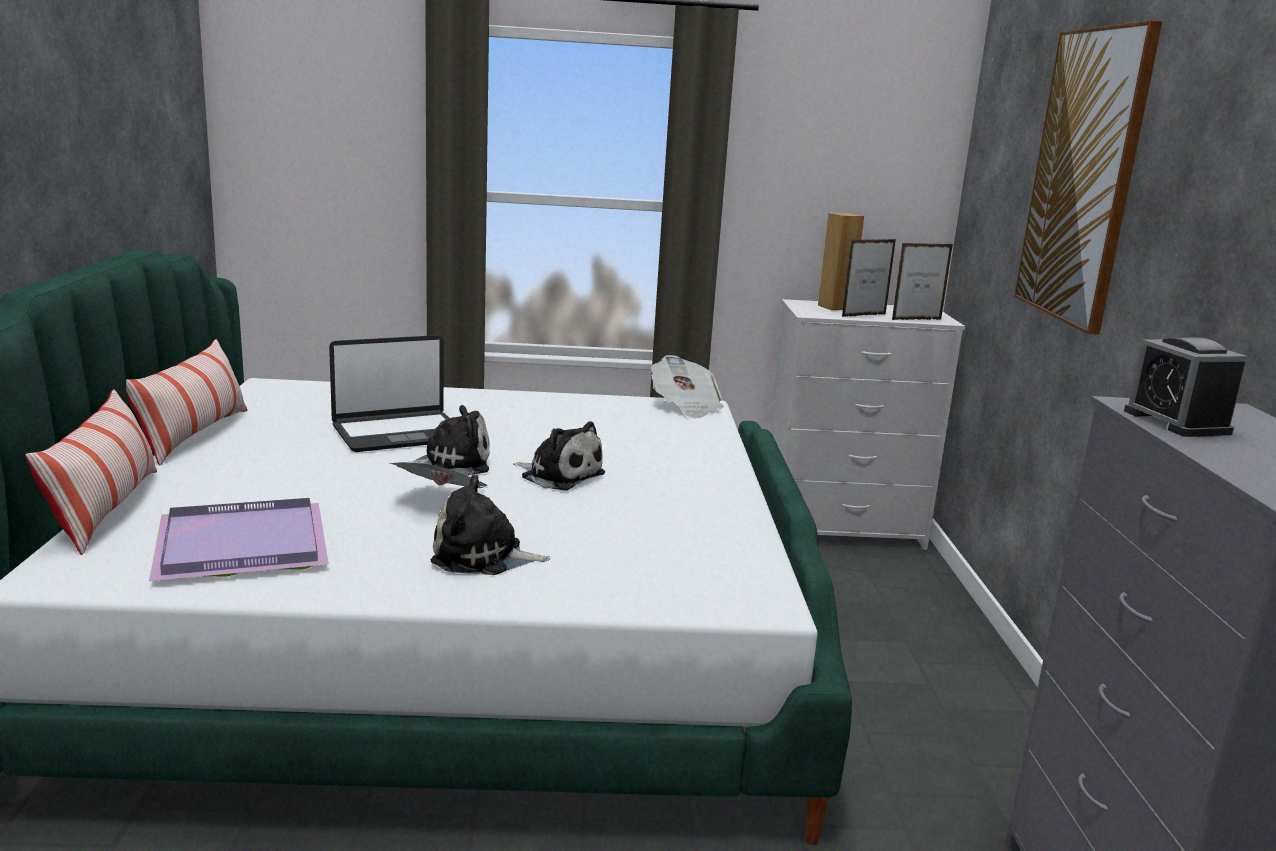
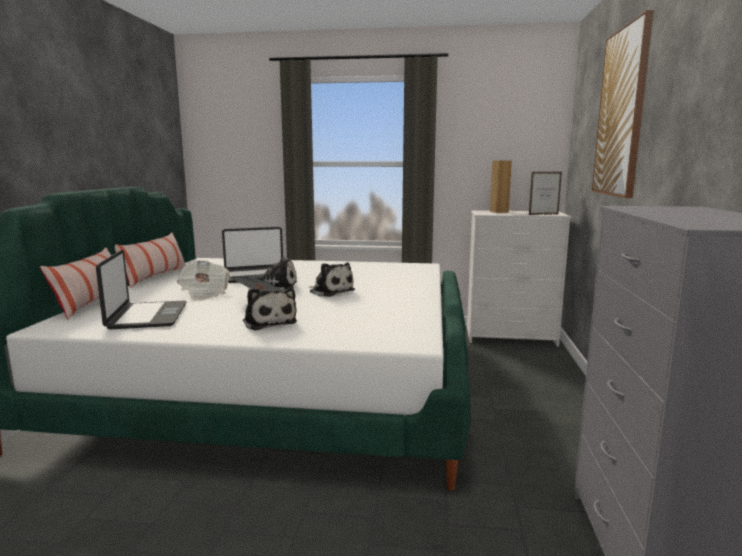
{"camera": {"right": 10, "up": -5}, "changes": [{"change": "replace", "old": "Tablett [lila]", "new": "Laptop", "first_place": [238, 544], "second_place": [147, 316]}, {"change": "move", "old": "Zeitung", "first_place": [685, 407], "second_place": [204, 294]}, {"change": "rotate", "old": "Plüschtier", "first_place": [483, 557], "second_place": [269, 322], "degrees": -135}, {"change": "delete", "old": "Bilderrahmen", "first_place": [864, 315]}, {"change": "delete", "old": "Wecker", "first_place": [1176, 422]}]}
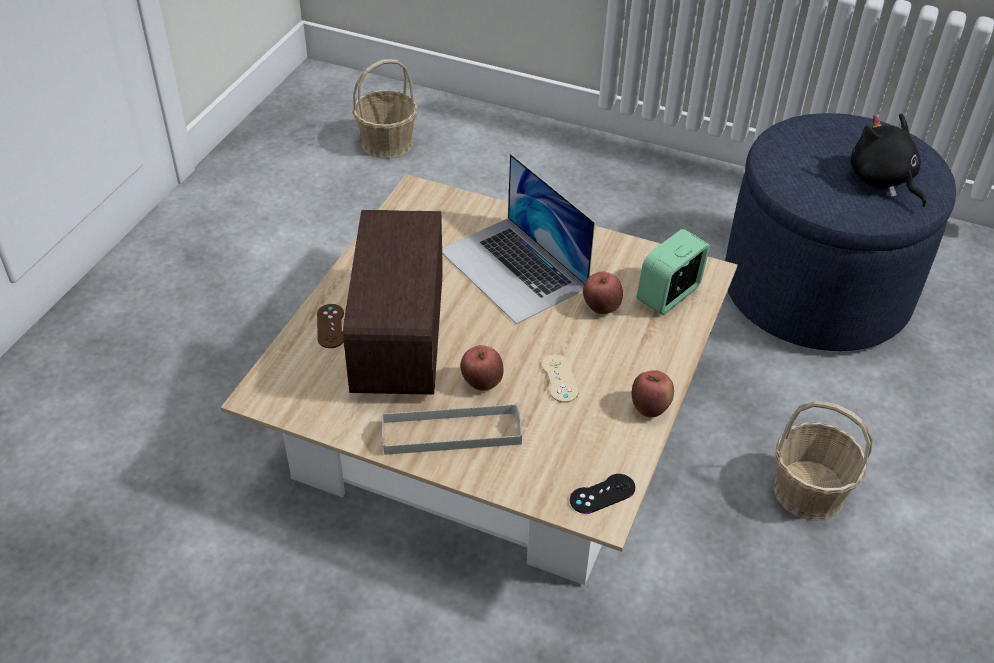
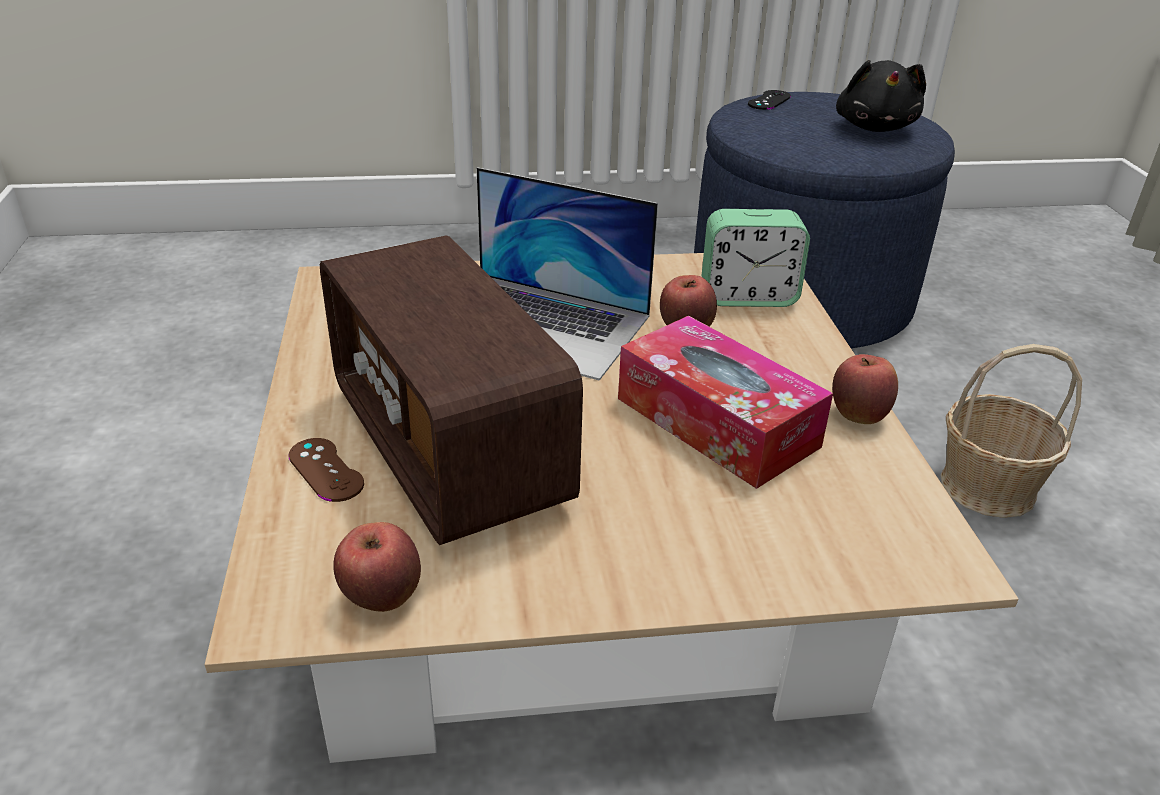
{"camera": {"right": -30, "up": -10}, "changes": [{"change": "move", "old": "Apfel", "first_place": [481, 383], "second_place": [382, 598]}, {"change": "replace", "old": "Gamepad [beige]", "new": "Taschentuchbox", "first_place": [559, 378], "second_place": [716, 422]}, {"change": "rotate", "old": "Wecker", "first_place": [669, 295], "second_place": [748, 297], "degrees": -105}, {"change": "move", "old": "Gamepad [schwarz]", "first_place": [602, 494], "second_place": [769, 100]}, {"change": "rotate", "old": "Plüschtier [schwarz]", "first_place": [882, 181], "second_place": [875, 127], "degrees": -120}, {"change": "delete", "old": "Korb", "first_place": [388, 143]}, {"change": "delete", "old": "Tablett [grau]", "first_place": [451, 433]}]}
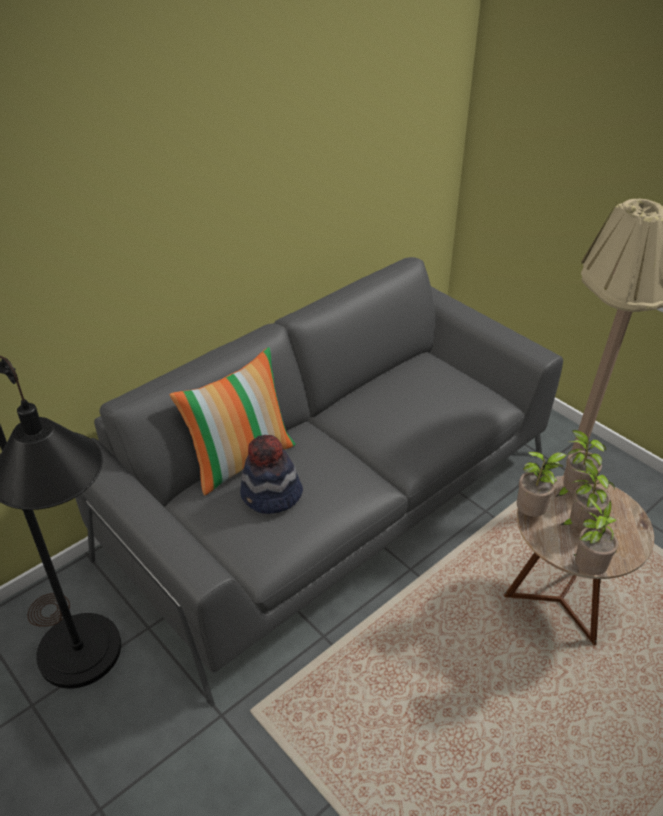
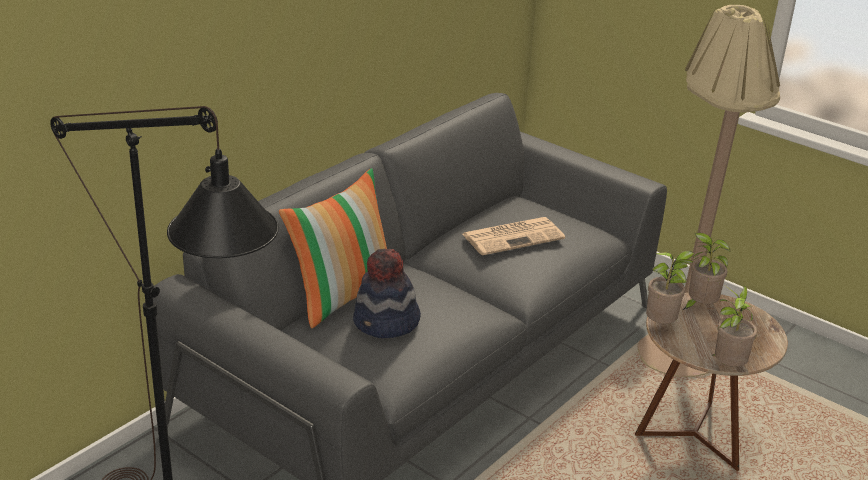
{"camera": {"right": -10, "up": -10}, "changes": [{"change": "insert", "new": "Zeitung", "second_place": [514, 236]}, {"change": "delete", "old": "Topfpflanze", "first_place": [580, 527]}]}
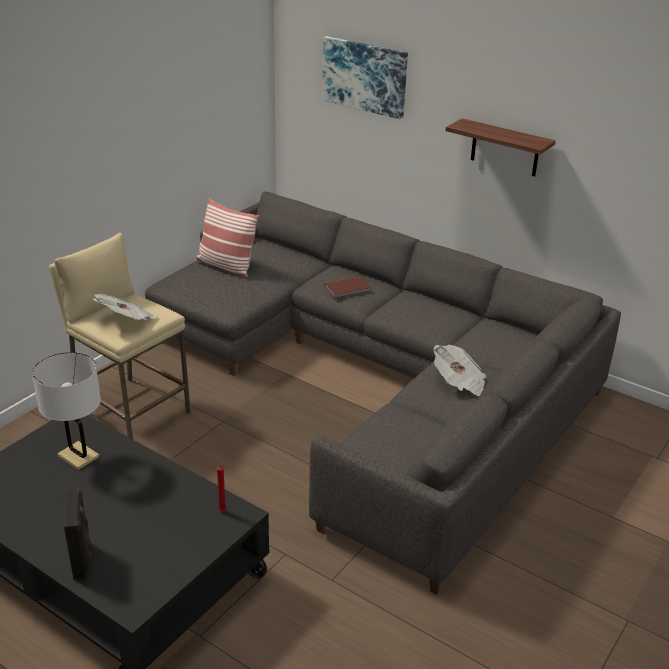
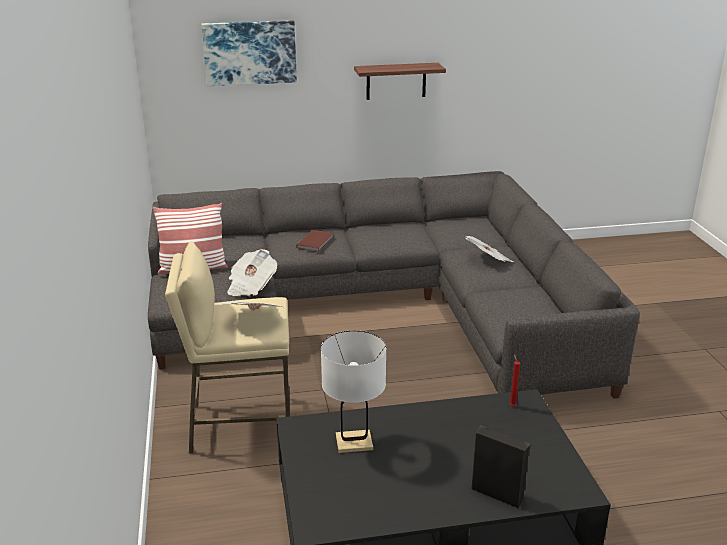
{"camera": {"right": -45, "up": -5}, "changes": [{"change": "insert", "new": "Zeitung", "second_place": [251, 286]}]}
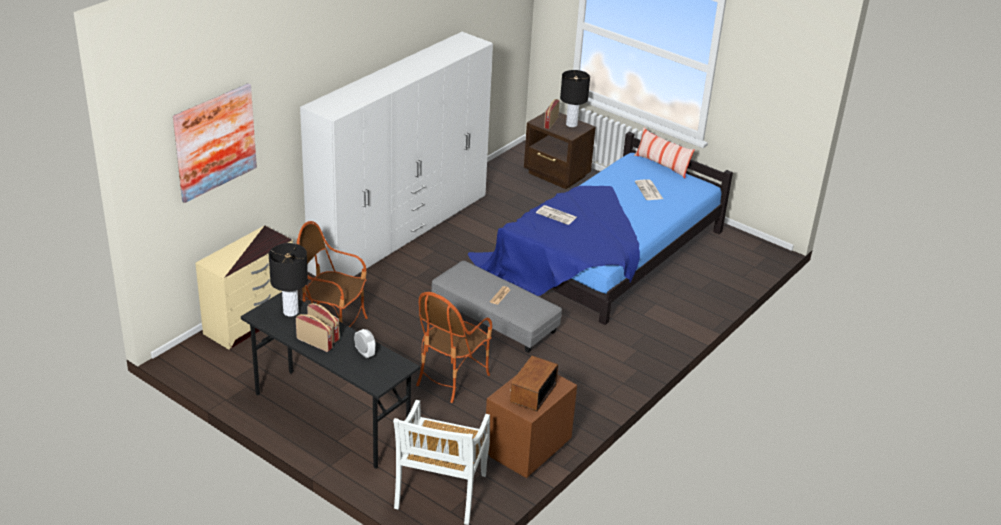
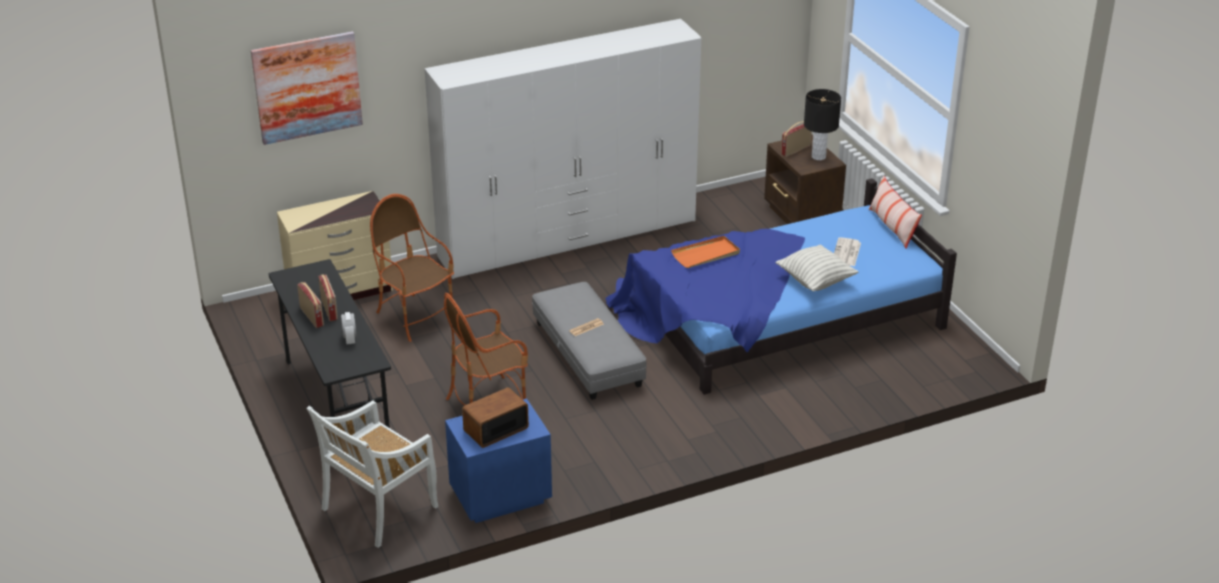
{"camera": {"right": 30, "up": 0}, "changes": [{"change": "recolor", "old": "Nachttisch [braun]", "new": "Nachttisch [blau]", "first_place": [525, 451], "second_place": [498, 496]}, {"change": "replace", "old": "Zeitung", "new": "Tablett [orange]", "first_place": [557, 215], "second_place": [706, 254]}, {"change": "insert", "new": "Kissen", "second_place": [815, 281]}, {"change": "delete", "old": "Tischlampe [schwarz]", "first_place": [291, 312]}]}
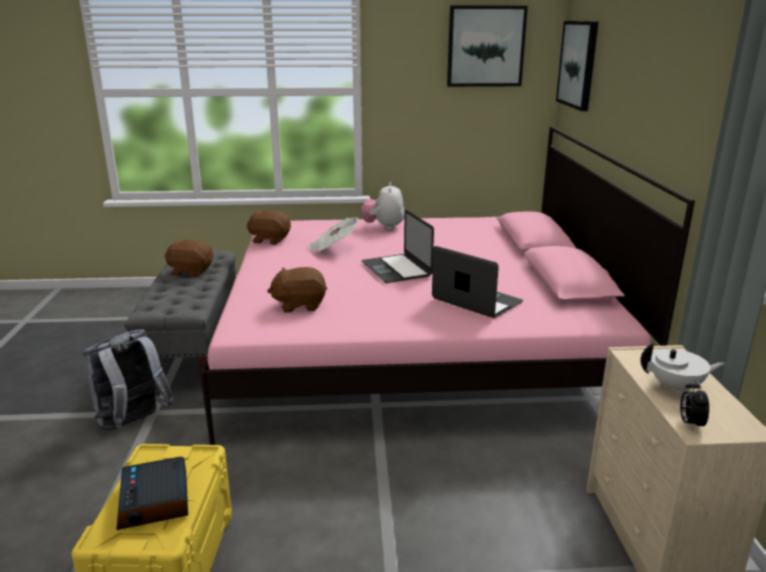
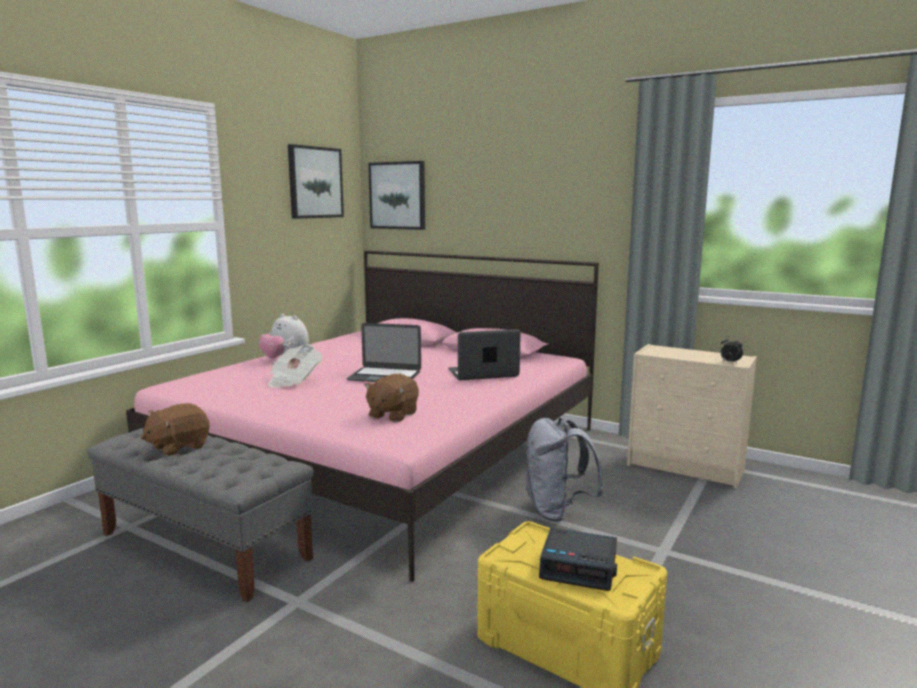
{"camera": {"right": -55, "up": -10}, "changes": [{"change": "move", "old": "Rucksack [grau]", "first_place": [133, 423], "second_place": [557, 511]}, {"change": "delete", "old": "Plüschtier [braun]", "first_place": [270, 240]}, {"change": "delete", "old": "Teekanne [weiß]", "first_place": [676, 387]}]}
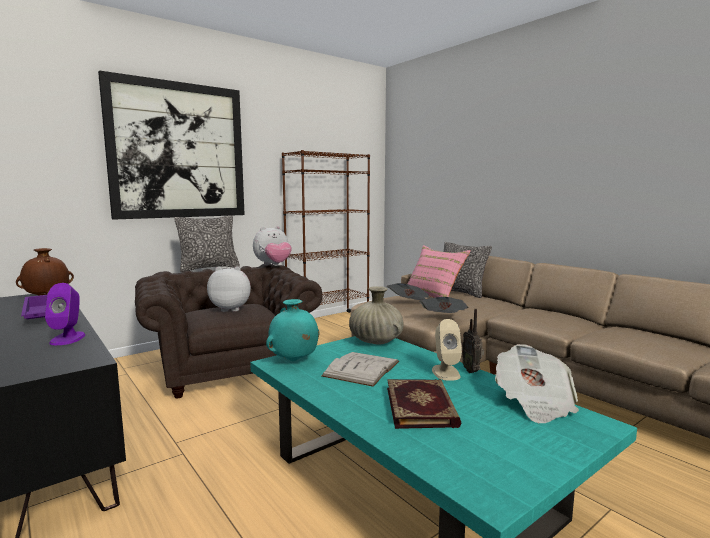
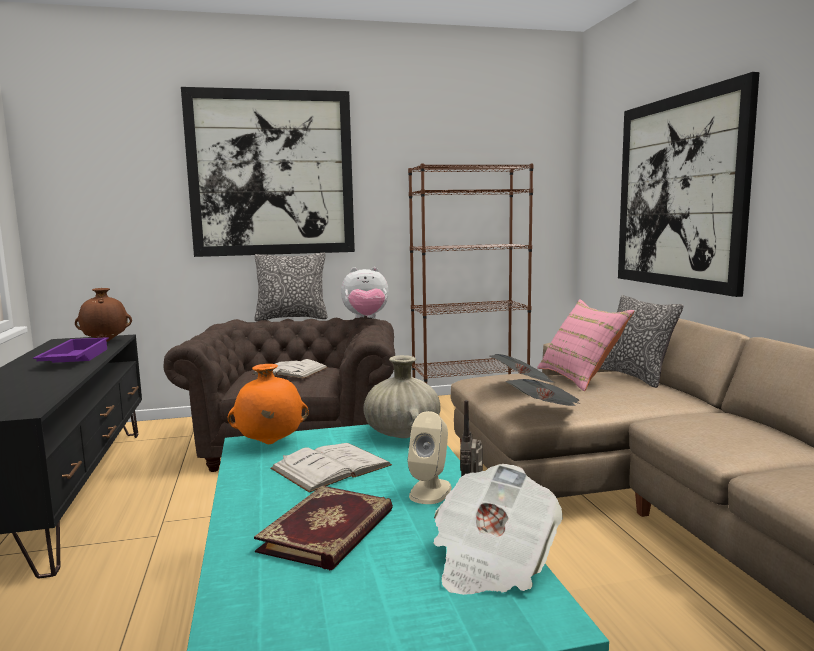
{"camera": {"right": 25, "up": 0}, "changes": [{"change": "recolor", "old": "Vase [türkis]", "new": "Vase [orange]", "first_place": [293, 361], "second_place": [269, 444]}, {"change": "replace", "old": "Plüschtier", "new": "Buch [weiß]", "first_place": [231, 309], "second_place": [290, 371]}, {"change": "insert", "new": "Bild", "second_place": [679, 192]}, {"change": "delete", "old": "Lautsprecher [lila]", "first_place": [68, 338]}]}
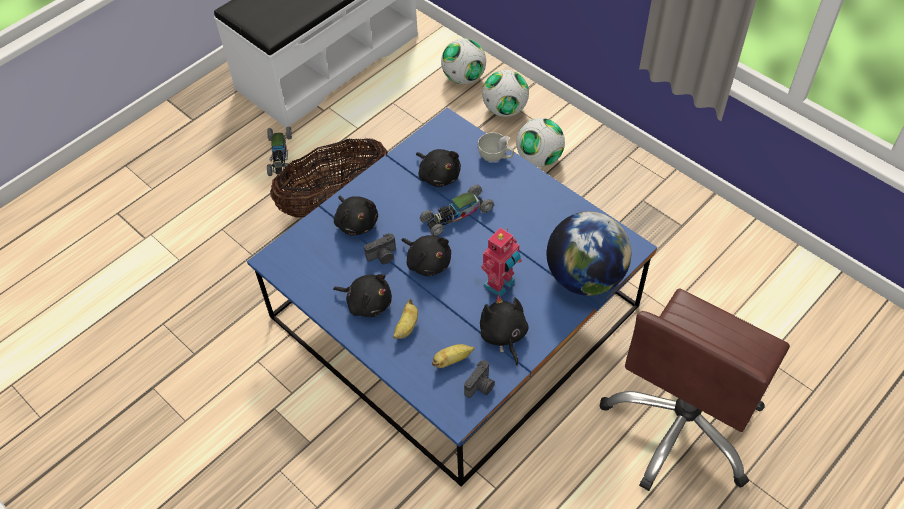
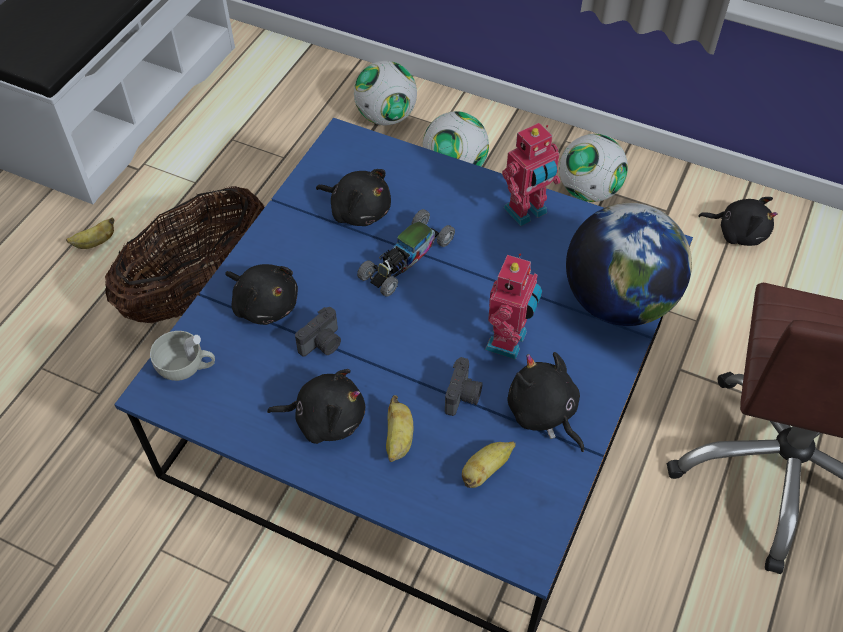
{"camera": {"right": -20, "up": 0}, "changes": [{"change": "replace", "old": "Spielzeugauto", "new": "Banane", "first_place": [280, 155], "second_place": [95, 243]}, {"change": "move", "old": "Tasse [weiß]", "first_place": [495, 156], "second_place": [187, 367]}, {"change": "move", "old": "Kamera", "first_place": [481, 386], "second_place": [463, 396]}, {"change": "insert", "new": "Spielzeugroboter", "second_place": [527, 212]}, {"change": "move", "old": "Fußball", "first_place": [464, 78], "second_place": [588, 191]}, {"change": "move", "old": "Plüschtier [schwarz]", "first_place": [427, 262], "second_place": [738, 232]}]}
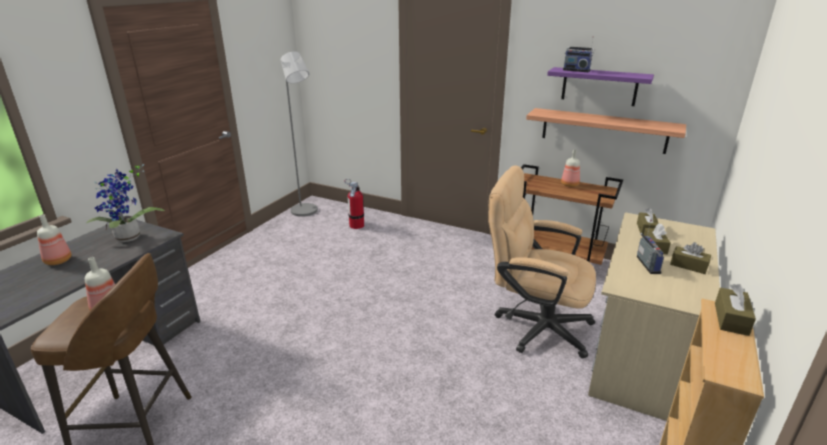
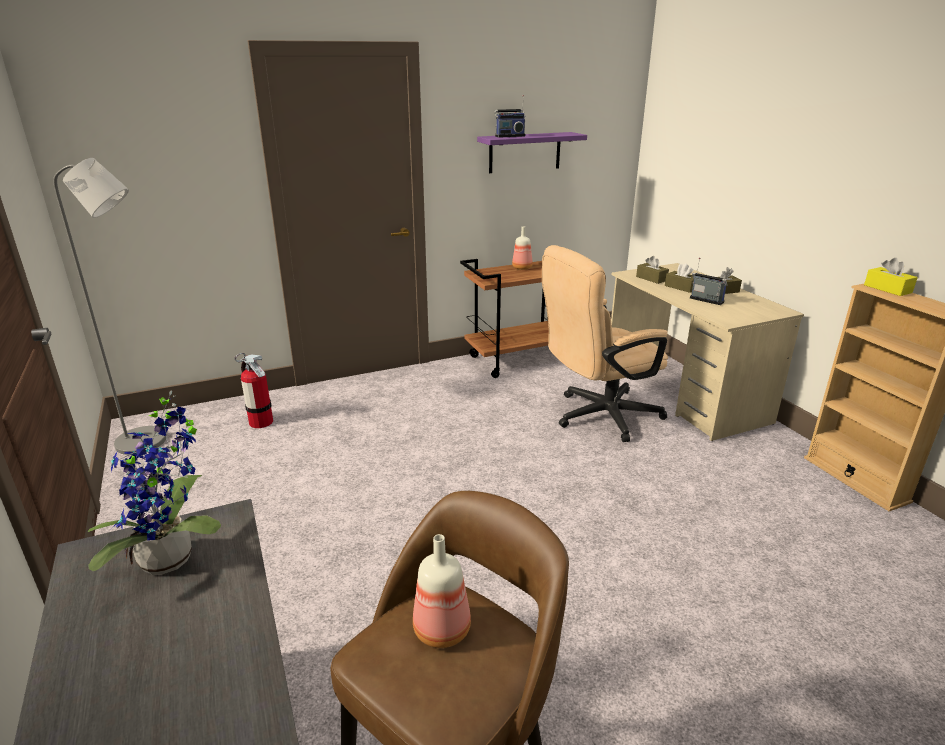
{"camera": {"right": -50, "up": 0}, "changes": [{"change": "recolor", "old": "Taschentuchbox [braun]", "new": "Taschentuchbox [gelb]", "first_place": [731, 319], "second_place": [887, 289]}, {"change": "delete", "old": "Flasche", "first_place": [58, 261]}, {"change": "delete", "old": "Wandregal", "first_place": [603, 130]}]}
